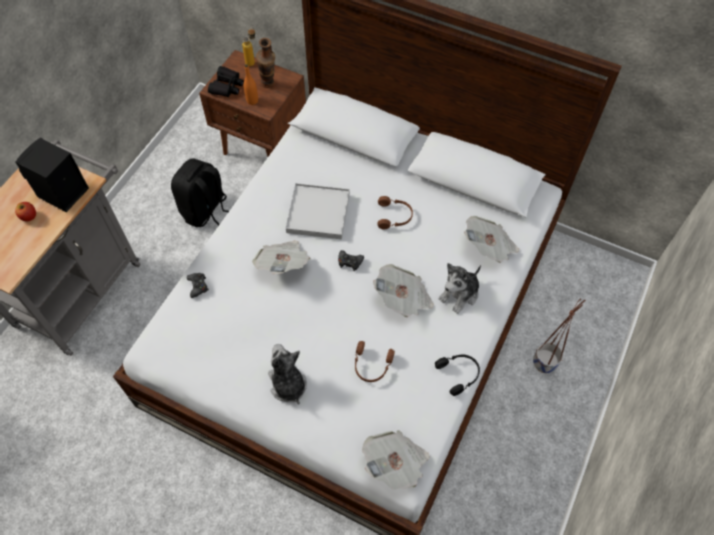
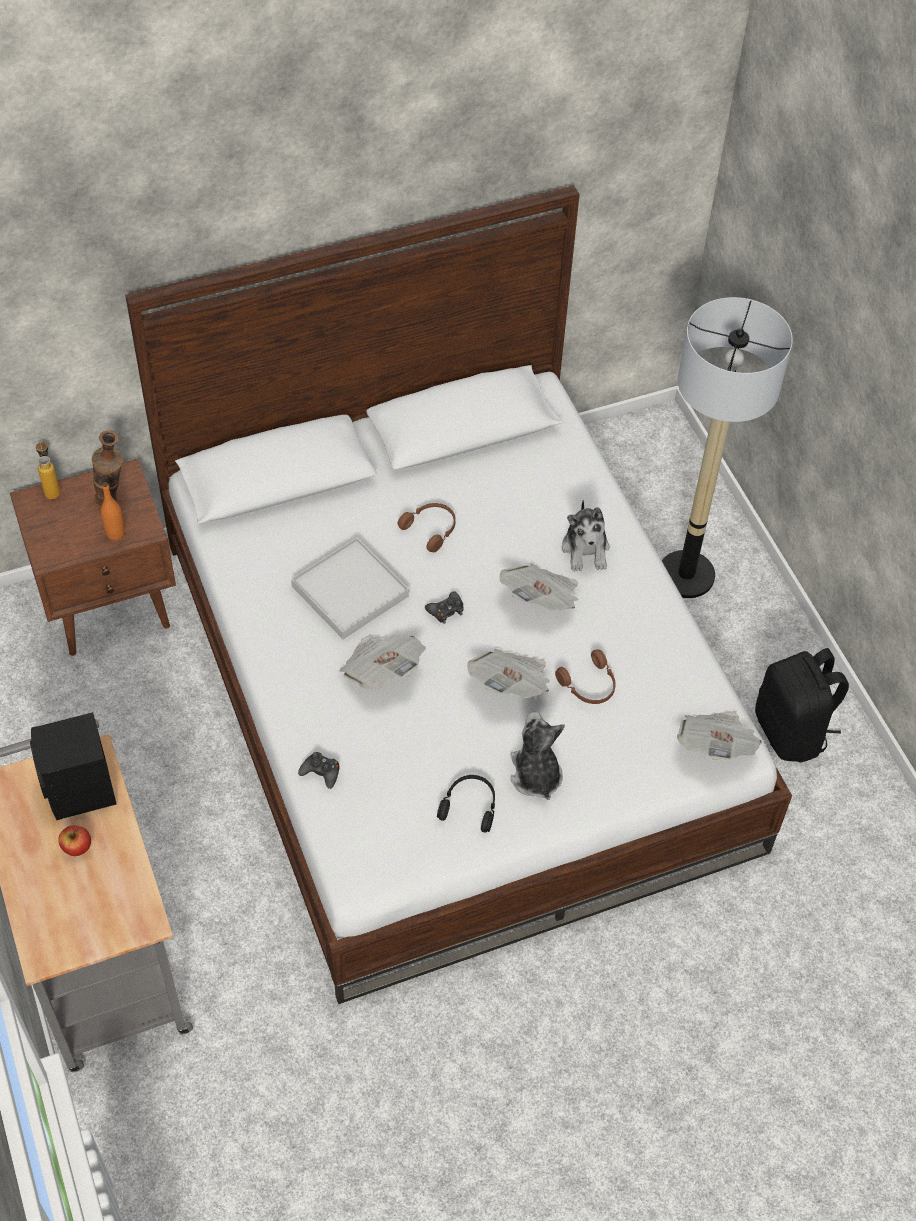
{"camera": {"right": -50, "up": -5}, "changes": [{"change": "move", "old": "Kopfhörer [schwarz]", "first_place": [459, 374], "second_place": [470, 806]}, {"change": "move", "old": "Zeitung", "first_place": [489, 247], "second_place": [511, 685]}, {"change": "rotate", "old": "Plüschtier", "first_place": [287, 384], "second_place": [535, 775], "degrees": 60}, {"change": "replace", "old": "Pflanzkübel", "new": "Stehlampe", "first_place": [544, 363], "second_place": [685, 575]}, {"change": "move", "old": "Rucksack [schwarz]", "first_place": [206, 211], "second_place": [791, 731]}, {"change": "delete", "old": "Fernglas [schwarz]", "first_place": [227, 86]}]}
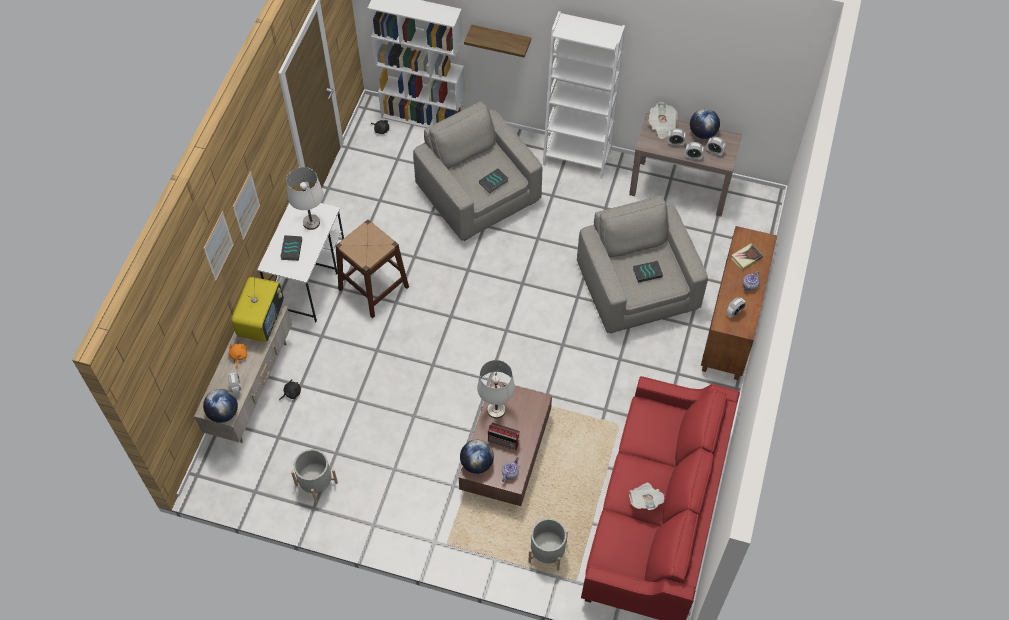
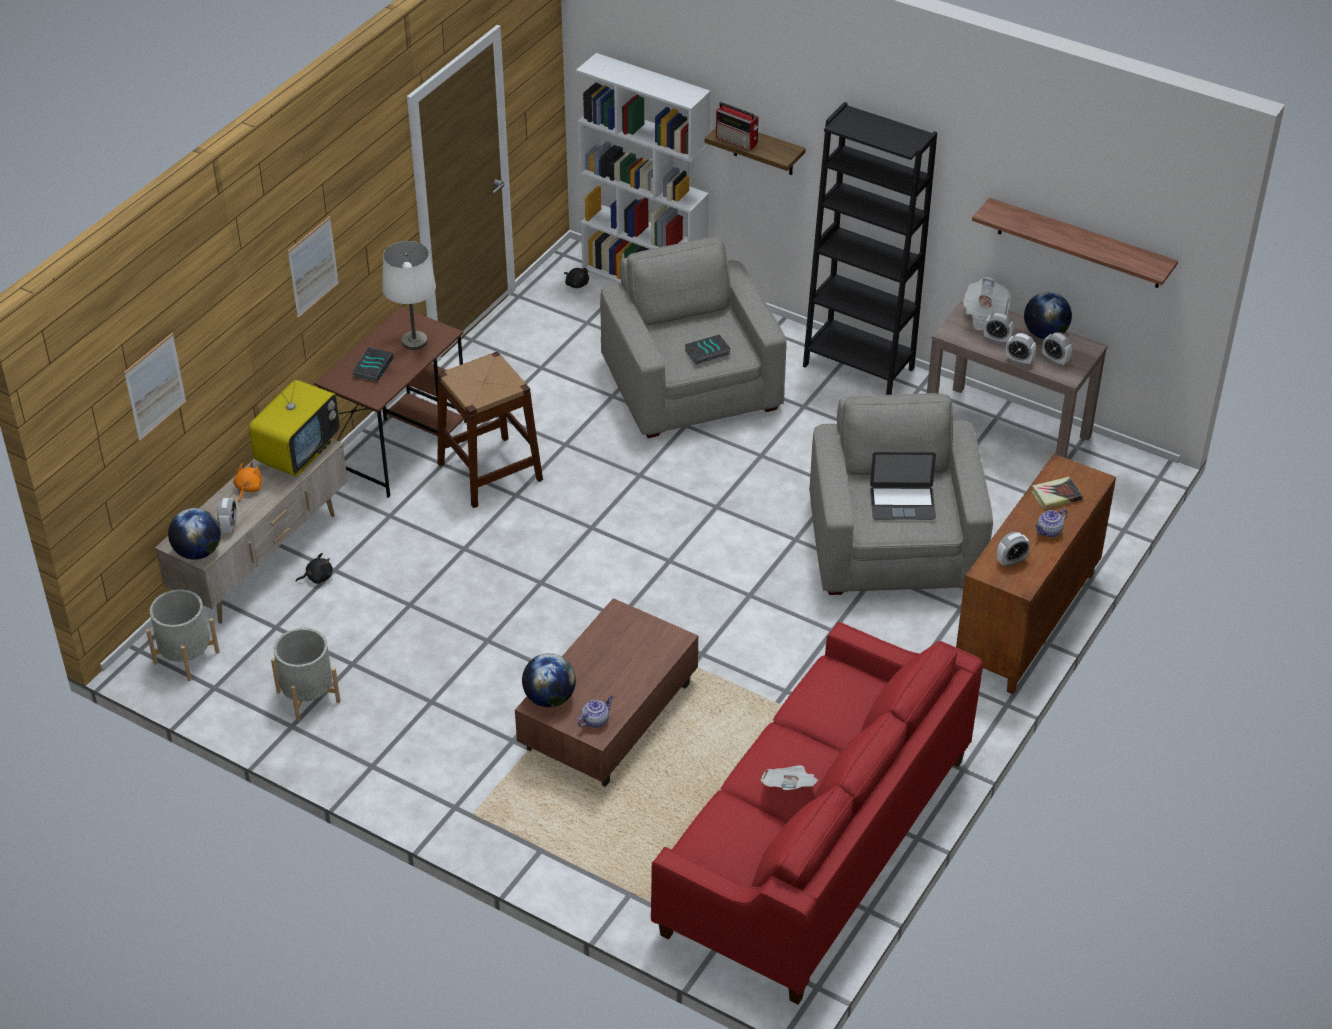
{"camera": {"right": 15, "up": -15}, "changes": [{"change": "move", "old": "Bild", "first_place": [218, 246], "second_place": [155, 387]}, {"change": "move", "old": "Pflanzkübel [grau]", "first_place": [547, 552], "second_place": [186, 657]}, {"change": "recolor", "old": "Schreibtisch [weiß]", "new": "Schreibtisch [braun]", "first_place": [309, 280], "second_place": [399, 445]}, {"change": "move", "old": "Radio", "first_place": [504, 442], "second_place": [737, 141]}, {"change": "recolor", "old": "Bücherregal [weiß]", "new": "Bücherregal [schwarz]", "first_place": [577, 158], "second_place": [858, 367]}, {"change": "replace", "old": "Buch", "new": "Laptop", "first_place": [647, 272], "second_place": [902, 503]}, {"change": "insert", "new": "Wandregal", "second_place": [1079, 244]}, {"change": "delete", "old": "Tischlampe [weiß]", "first_place": [496, 410]}]}
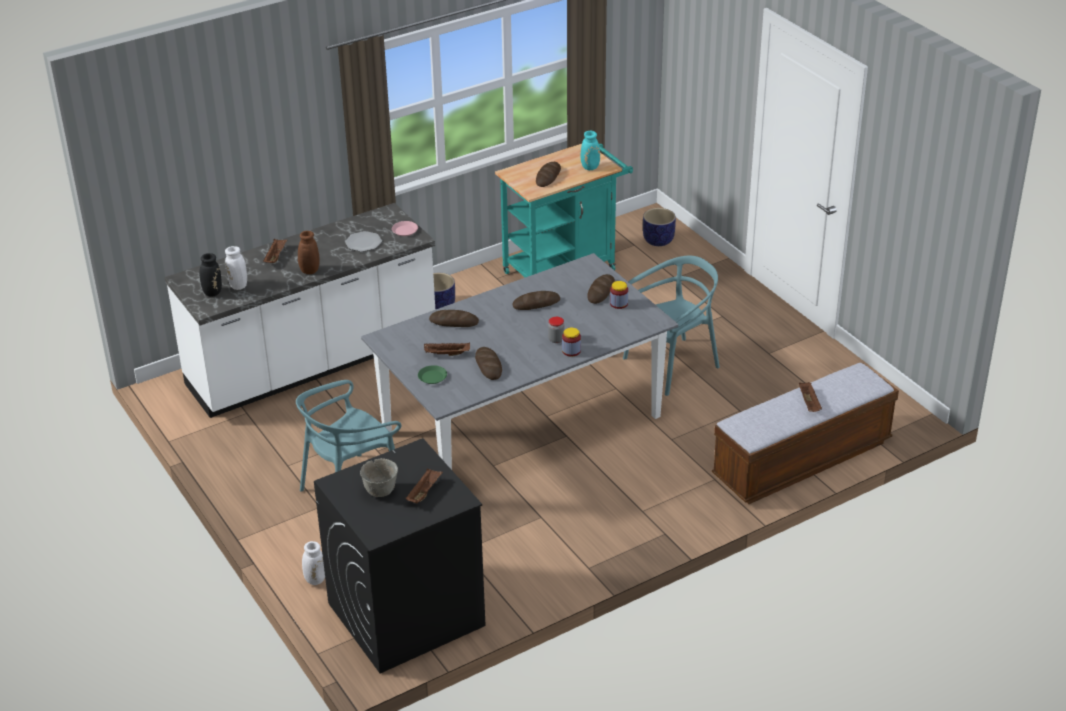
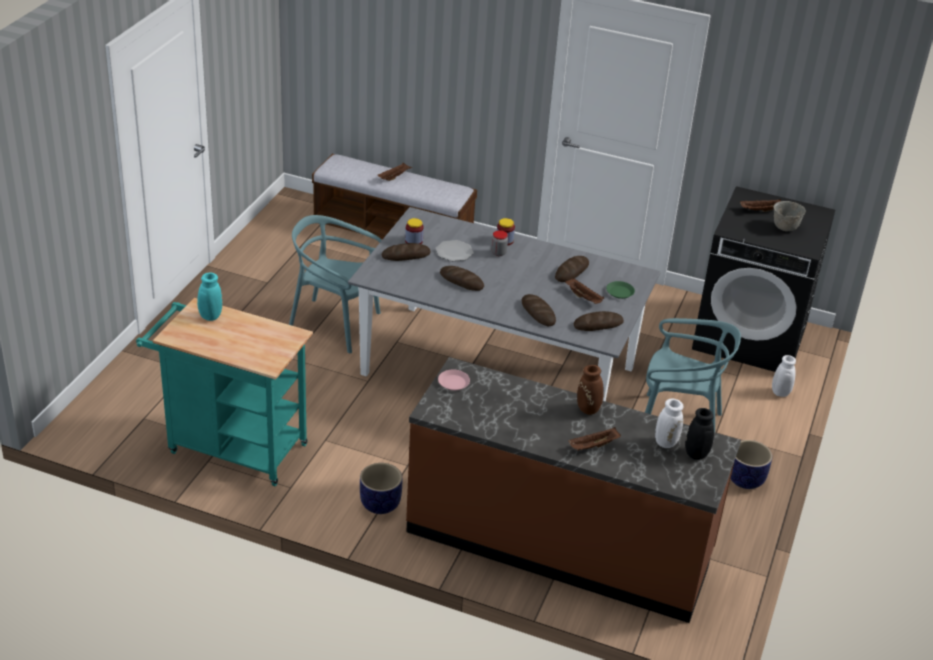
{"camera": {"right": -130, "up": 0}, "changes": [{"change": "recolor", "old": "Küchenzeile [weiß]", "new": "Küchenzeile [braun]", "first_place": [313, 364], "second_place": [559, 543]}, {"change": "move", "old": "Teller", "first_place": [363, 243], "second_place": [454, 252]}, {"change": "move", "old": "Brot", "first_place": [548, 177], "second_place": [598, 324]}, {"change": "move", "old": "Pflanzkübel", "first_place": [658, 240], "second_place": [745, 480]}]}
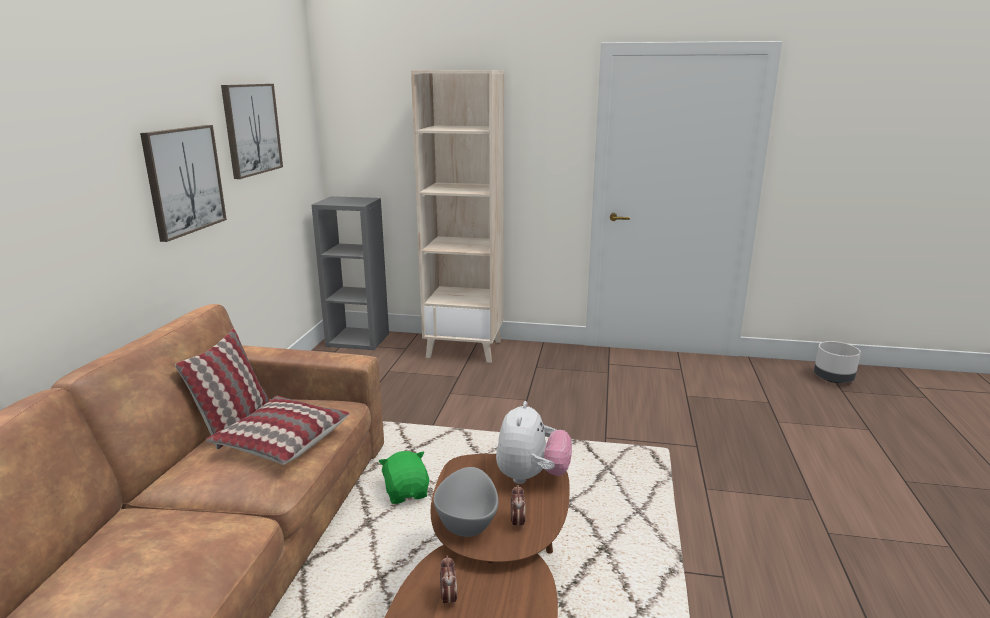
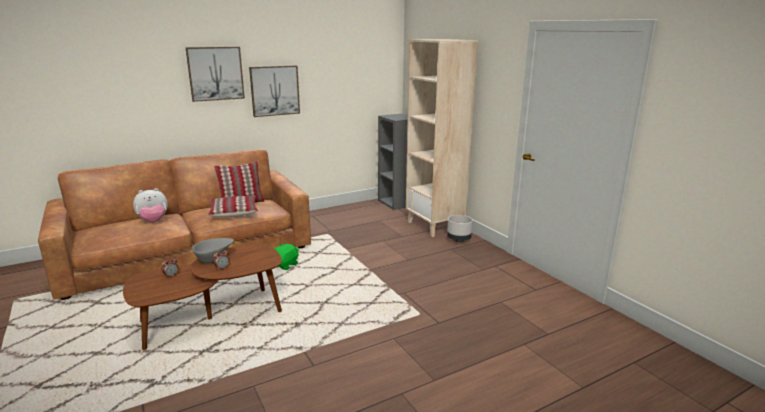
{"camera": {"right": 50, "up": 0}, "changes": [{"change": "move", "old": "Plüschtier", "first_place": [531, 477], "second_place": [153, 222]}, {"change": "move", "old": "Bild", "first_place": [251, 129], "second_place": [215, 73]}, {"change": "move", "old": "Pflanzkübel [grau]", "first_place": [833, 379], "second_place": [459, 239]}]}
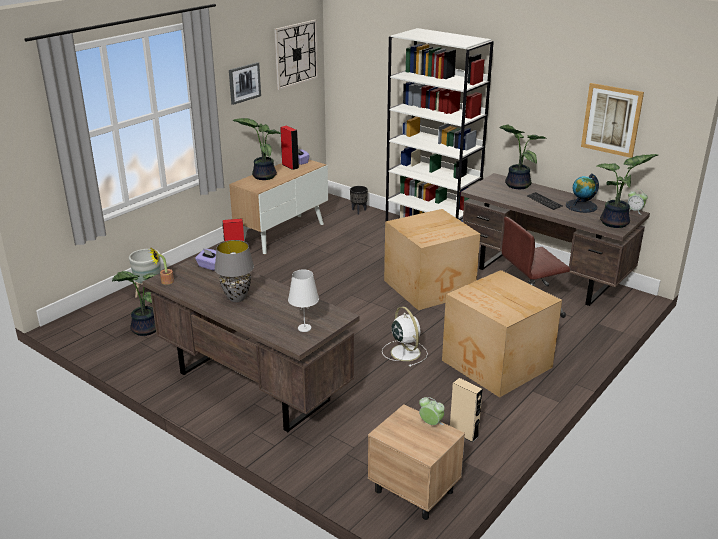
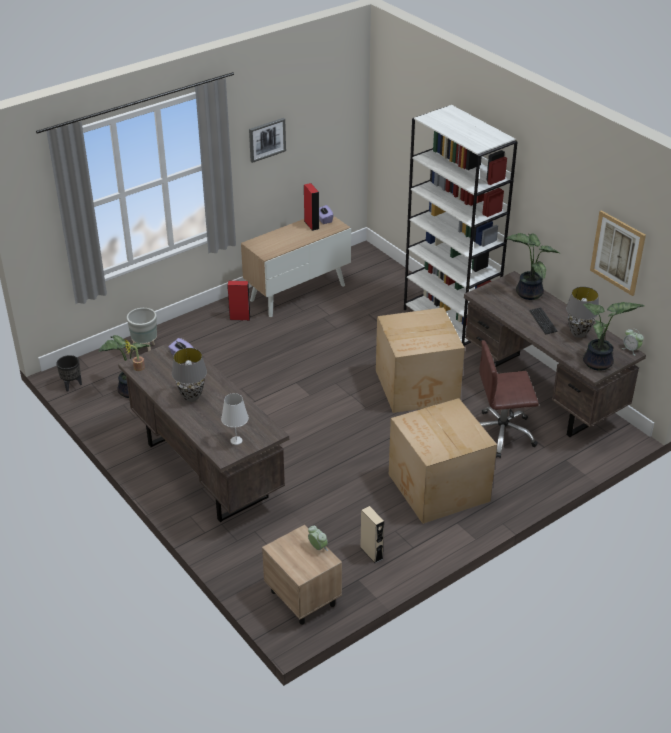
{"camera": {"right": 15, "up": 10}, "changes": [{"change": "move", "old": "Pflanzkübel [schwarz]", "first_place": [359, 211], "second_place": [72, 385]}, {"change": "replace", "old": "Globus", "new": "Tischlampe [grau]", "first_place": [581, 206], "second_place": [578, 334]}, {"change": "delete", "old": "Topfpflanze", "first_place": [263, 176]}, {"change": "delete", "old": "Wanduhr", "first_place": [296, 54]}, {"change": "delete", "old": "Ventilator [weiß]", "first_place": [404, 352]}]}
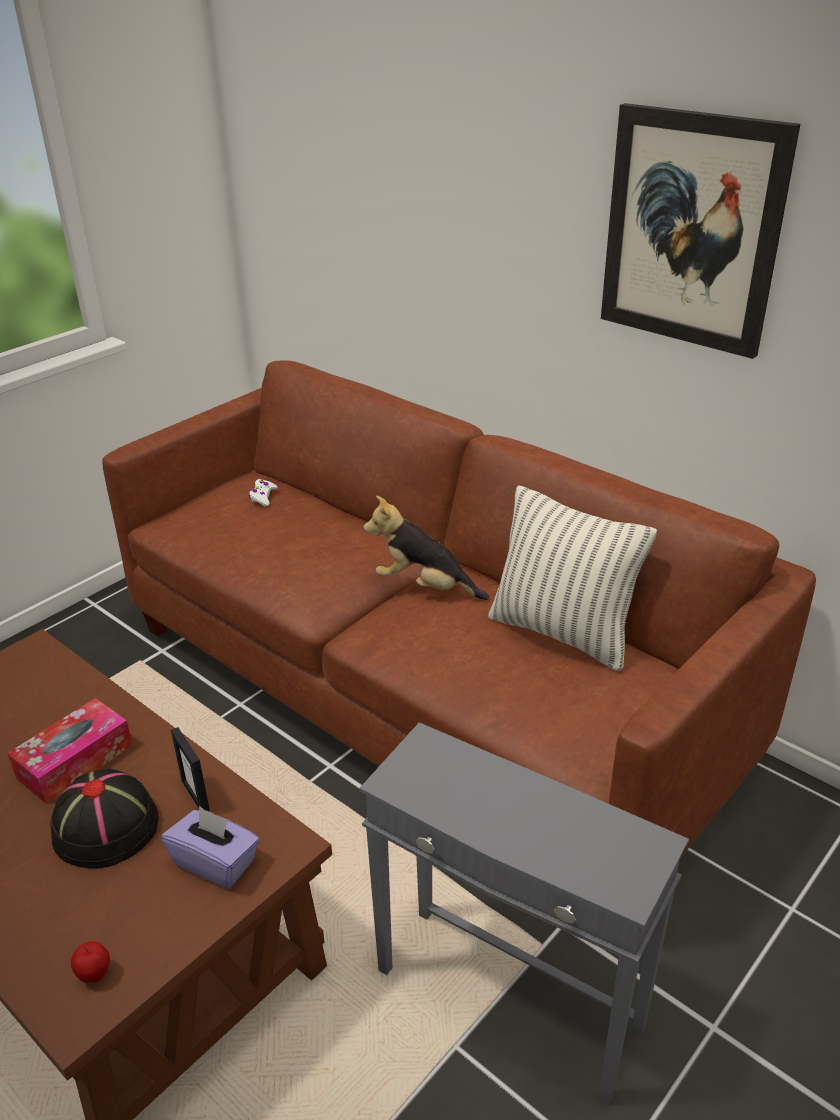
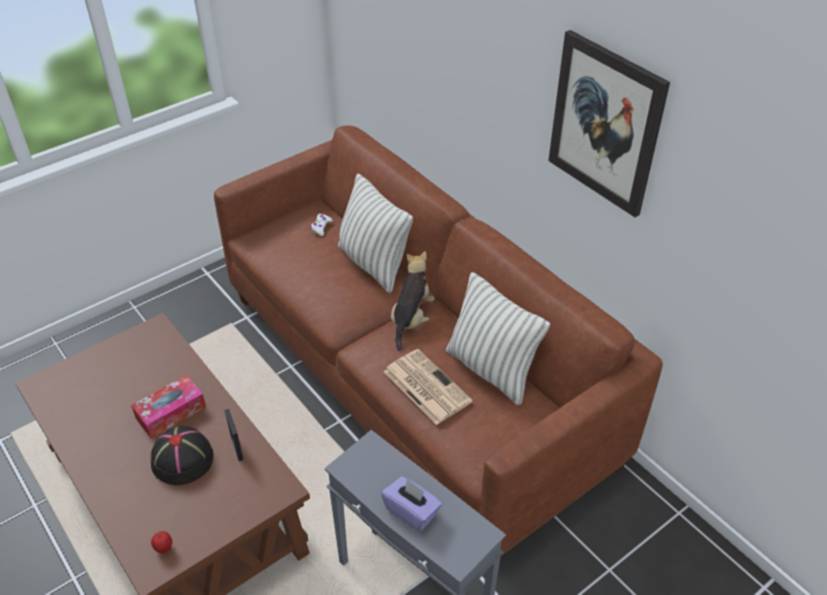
{"camera": {"right": 10, "up": 10}, "changes": [{"change": "insert", "new": "Kissen", "second_place": [373, 264]}, {"change": "move", "old": "Taschentuchbox [lila]", "first_place": [216, 862], "second_place": [412, 511]}, {"change": "insert", "new": "Zeitung", "second_place": [425, 386]}, {"change": "rotate", "old": "Plüschtier", "first_place": [424, 587], "second_place": [411, 319], "degrees": 75}]}
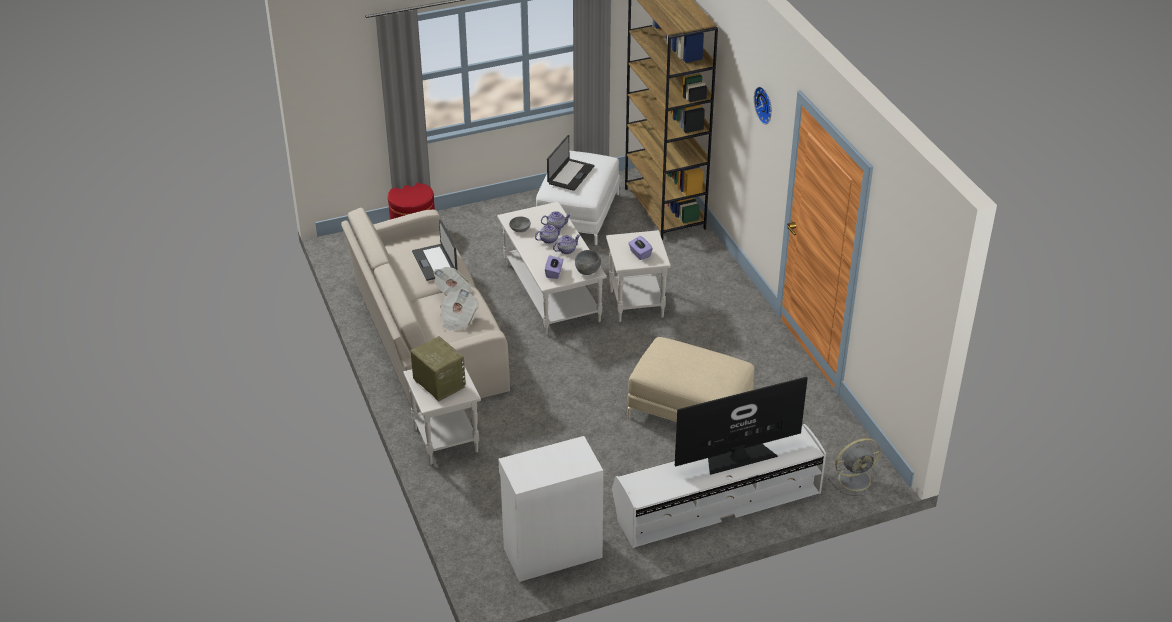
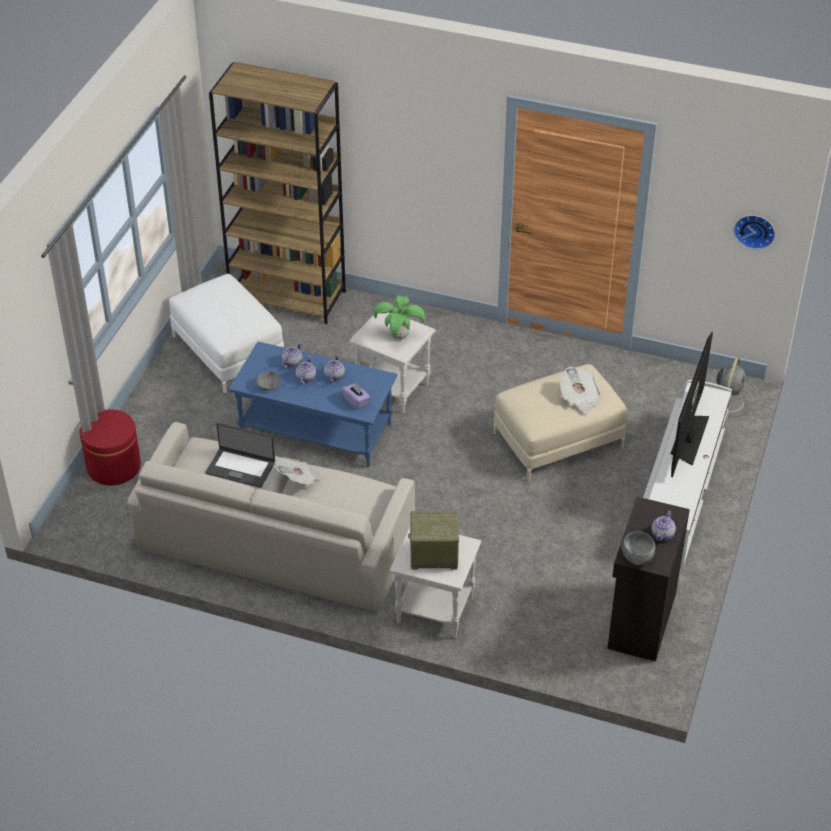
{"camera": {"right": -50, "up": 5}, "changes": [{"change": "recolor", "old": "Couchtisch [weiß]", "new": "Couchtisch [blau]", "first_place": [550, 292], "second_place": [315, 431]}, {"change": "replace", "old": "Taschentuchbox [lila]", "new": "Topfpflanze", "first_place": [640, 254], "second_place": [399, 336]}, {"change": "move", "old": "Zeitung", "first_place": [458, 319], "second_place": [579, 399]}, {"change": "recolor", "old": "Schrank [weiß]", "new": "Schrank [schwarz]", "first_place": [551, 552], "second_place": [640, 621]}, {"change": "move", "old": "Schüssel [grau]", "first_place": [588, 271], "second_place": [637, 558]}, {"change": "insert", "new": "Teekanne", "second_place": [662, 535]}, {"change": "move", "old": "Wanduhr", "first_place": [765, 104], "second_place": [754, 230]}, {"change": "delete", "old": "Laptop", "first_place": [570, 175]}]}
